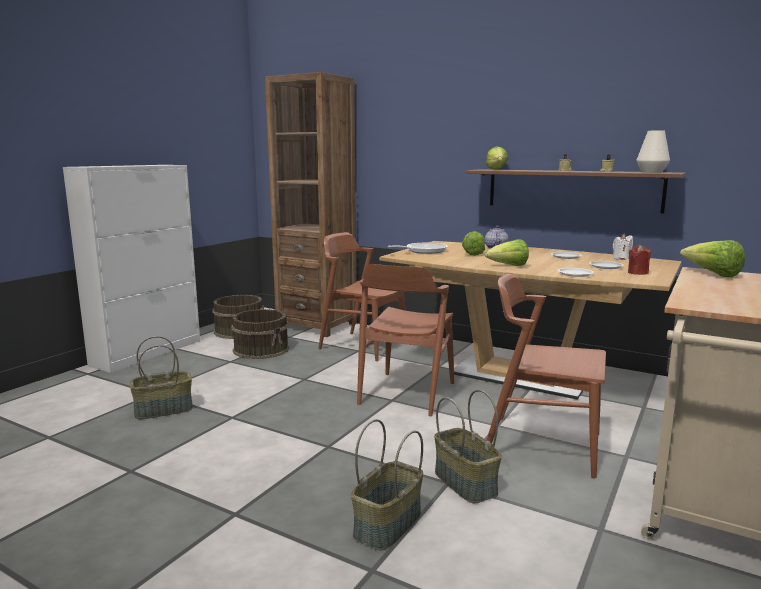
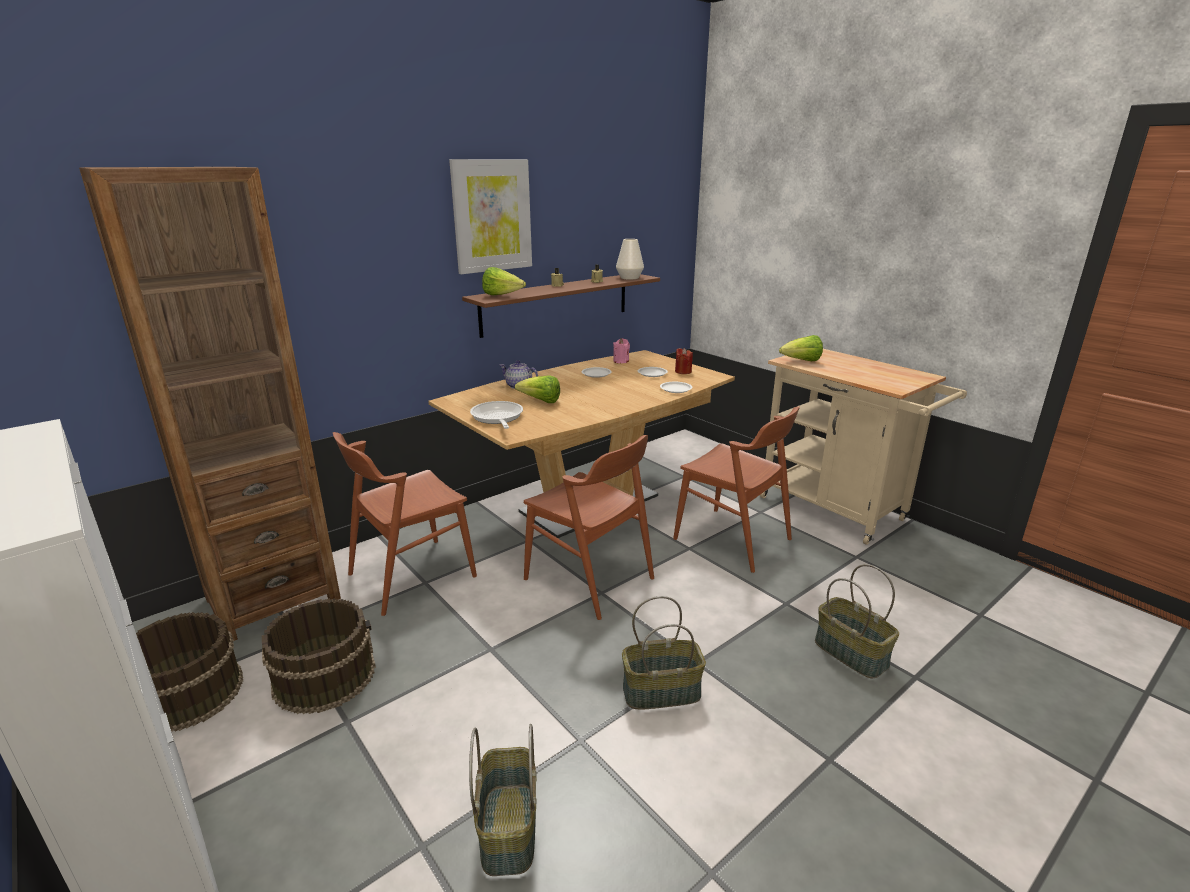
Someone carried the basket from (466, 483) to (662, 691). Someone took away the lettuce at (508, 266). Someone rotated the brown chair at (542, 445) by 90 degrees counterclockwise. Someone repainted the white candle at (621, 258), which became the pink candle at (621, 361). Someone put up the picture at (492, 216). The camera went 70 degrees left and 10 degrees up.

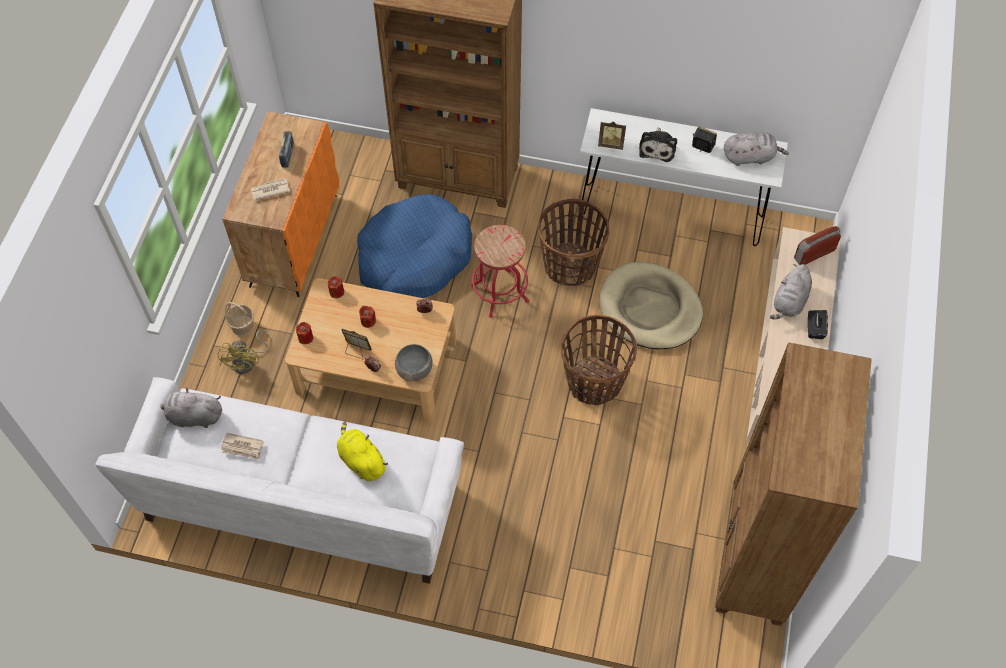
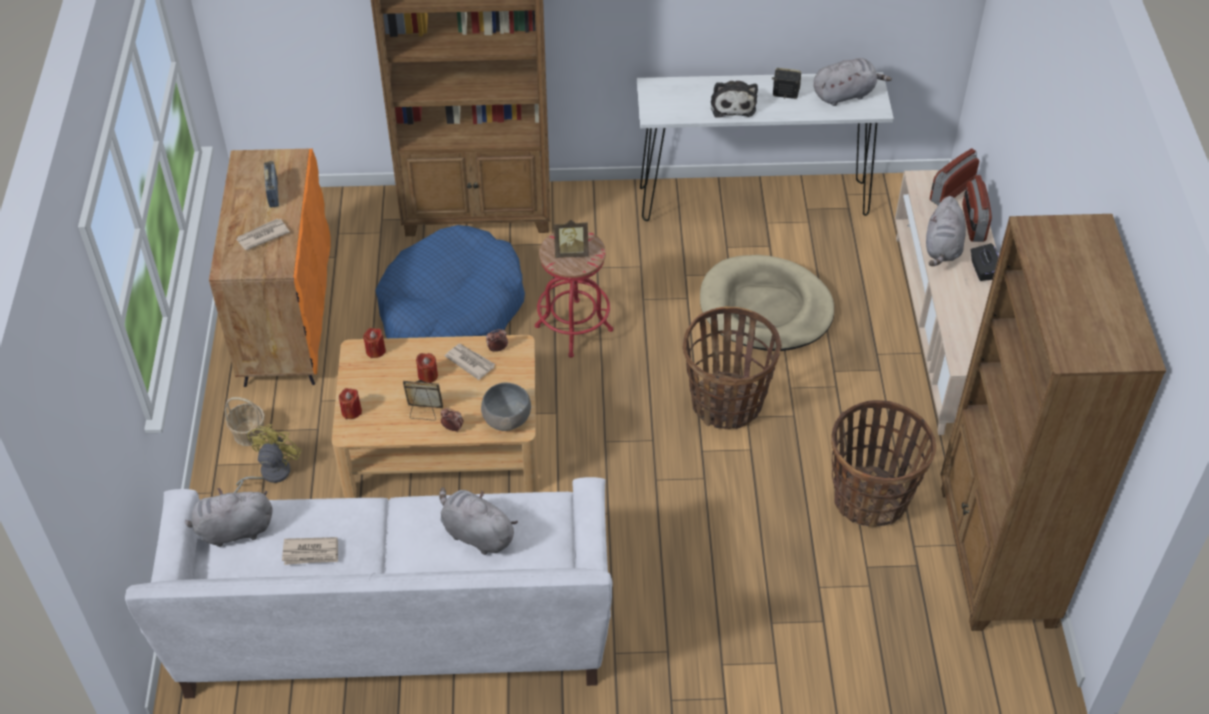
Someone rotated the yellow fan at (248, 362) by 150 degrees counterclockwise. Someone repainted the yellow plush toy at (361, 460), which became the grey plush toy at (476, 533). Someone carried the basket from (570, 266) to (870, 498). Someone carried the picture frame from (611, 144) to (571, 252). Someone put down the newspaper at (470, 362). Someone put down the radio at (973, 223). The camera went 15 degrees left and 10 degrees down.

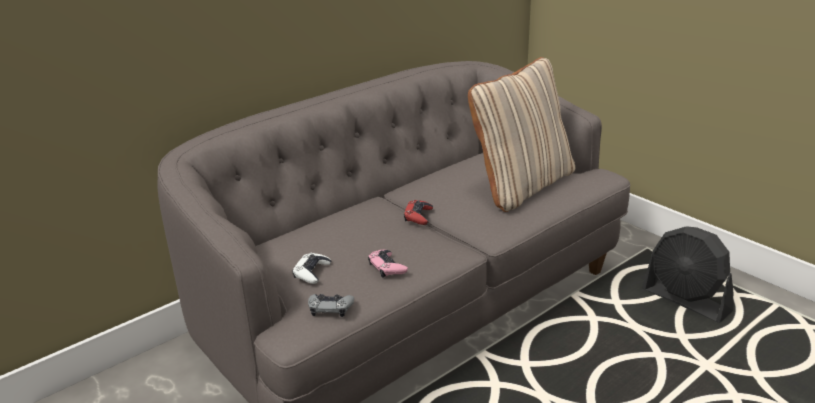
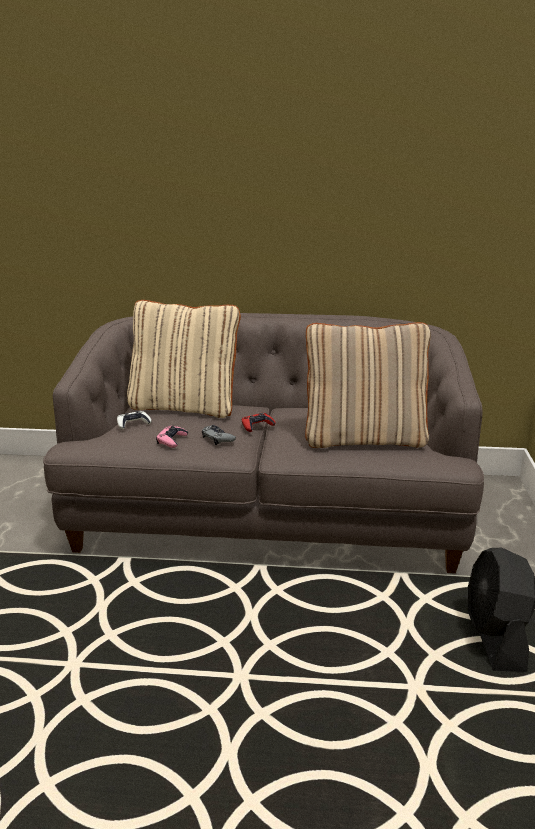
Someone carried the grey game controller from (330, 308) to (218, 438). Someone put down the beige pillow at (185, 407). The camera went 45 degrees right and 5 degrees down.

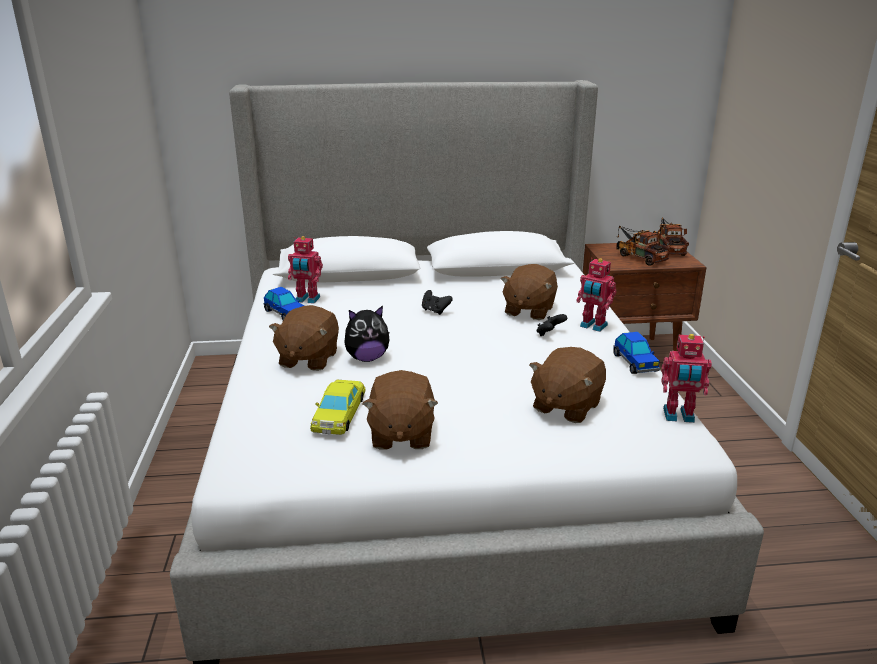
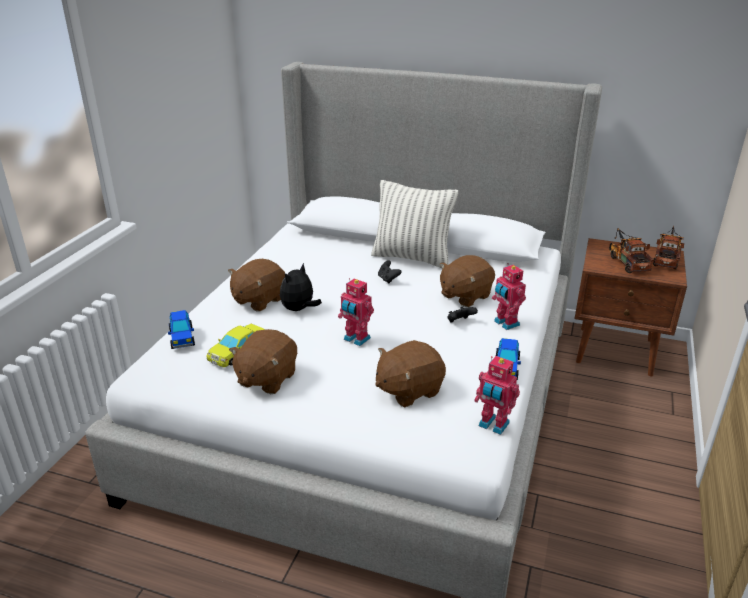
Someone carried the toy car from (285, 314) to (182, 338). Someone carried the toy robot from (307, 300) to (356, 339). Someone rotated the plush toy at (367, 358) by 120 degrees clockwise. Someone put down the pillow at (412, 258). The camera went 25 degrees right and 5 degrees up.

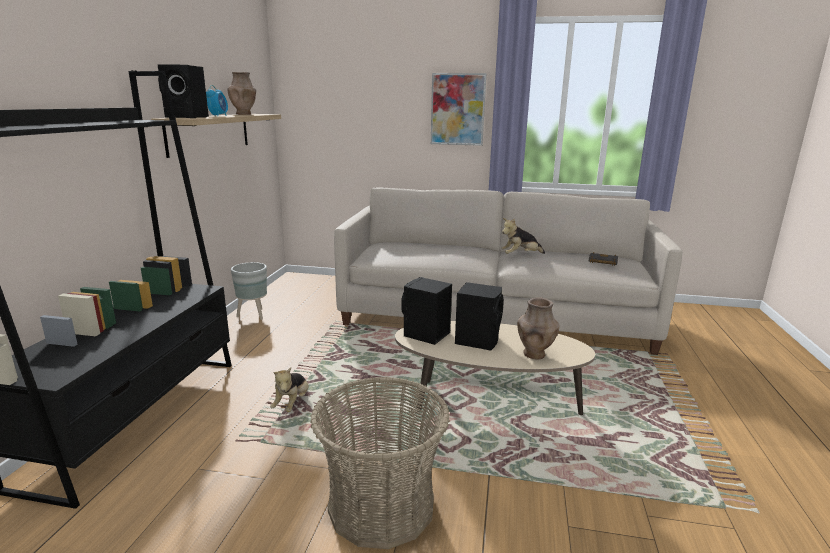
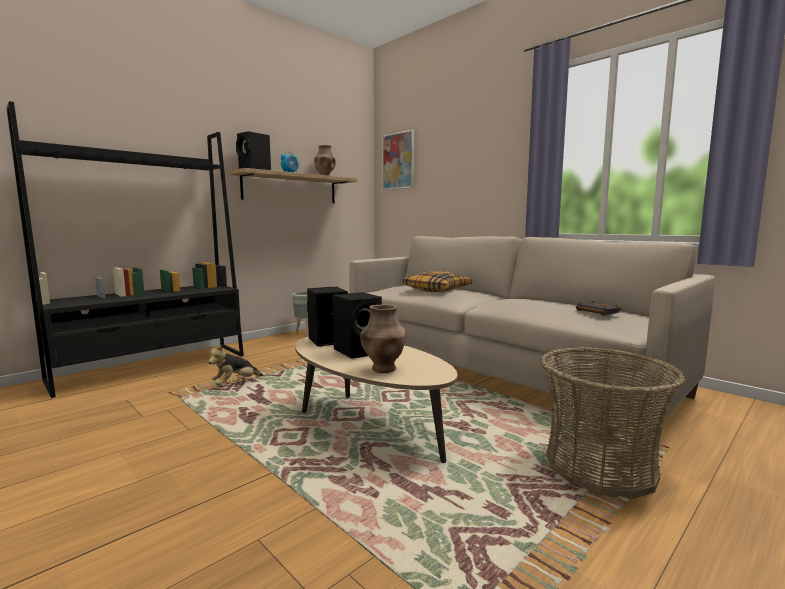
Someone carried the basket from (382, 505) to (600, 467). Someone carried the picture from (457, 109) to (398, 161). Someone took away the plush toy at (520, 256). Someone put down the pillow at (437, 289). The camera went 35 degrees right and 10 degrees down.

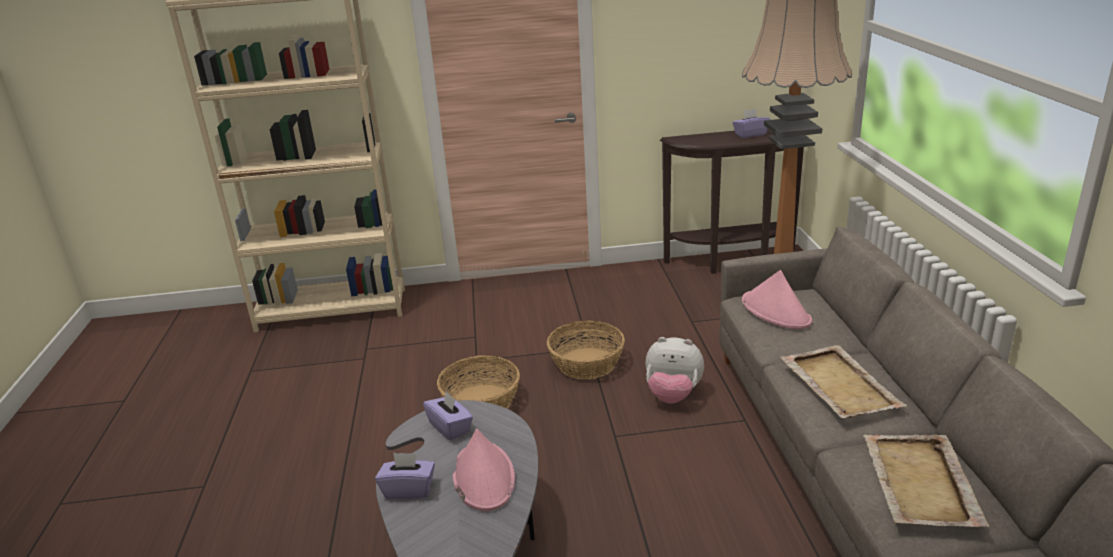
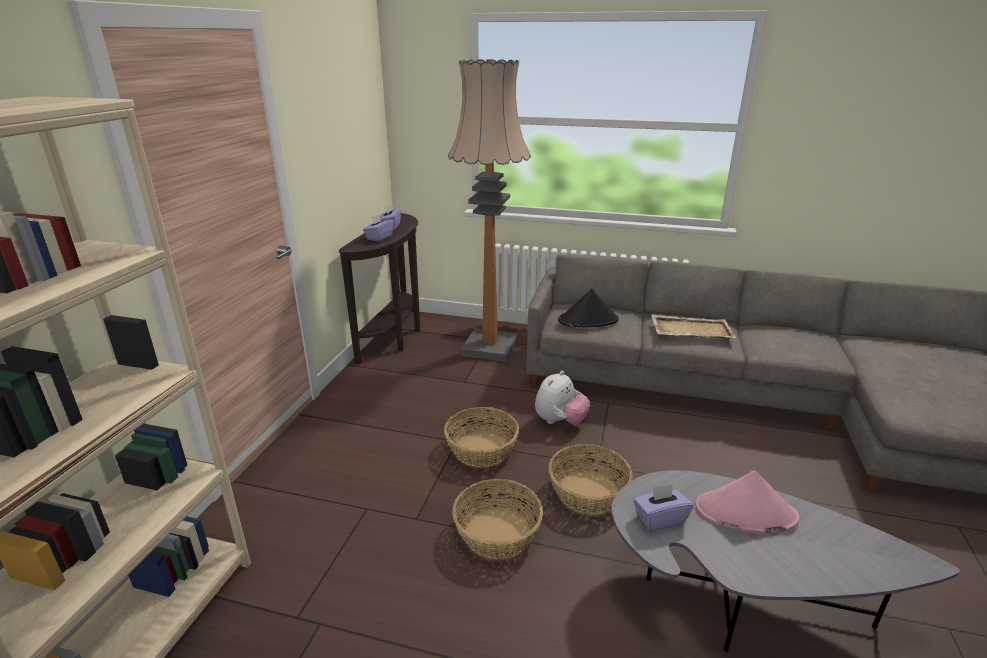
Someone carried the purple tissue box from (409, 489) to (379, 237). Someone repainted the pink hat at (776, 311), which became the black hat at (588, 320). Someone took away the beige tray at (920, 483). Someone put down the basket at (587, 492). The camera went 70 degrees left and 0 degrees up.

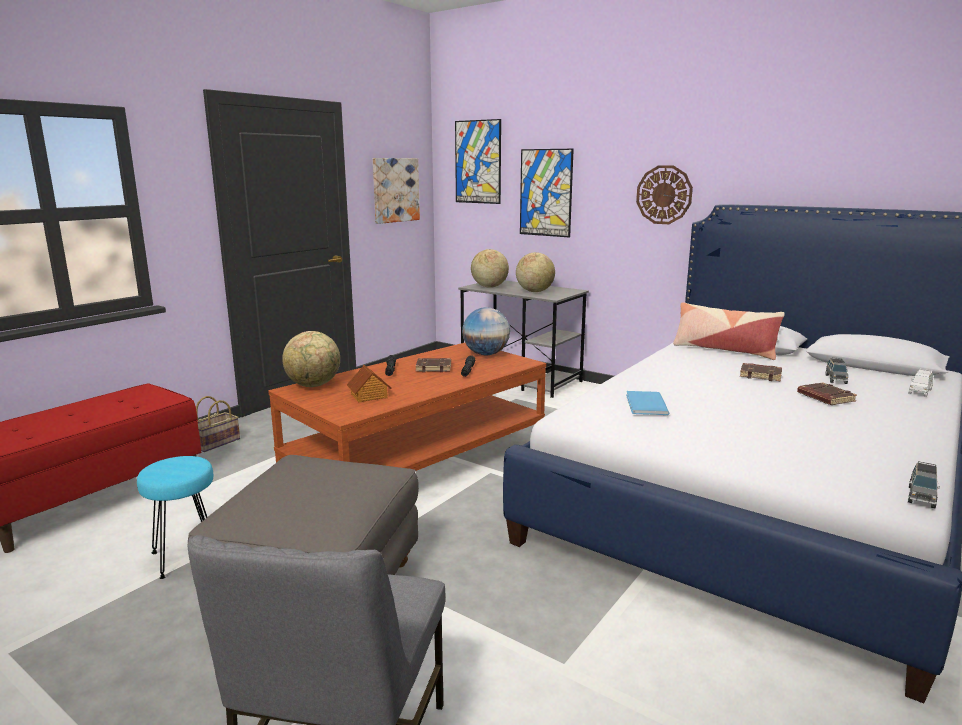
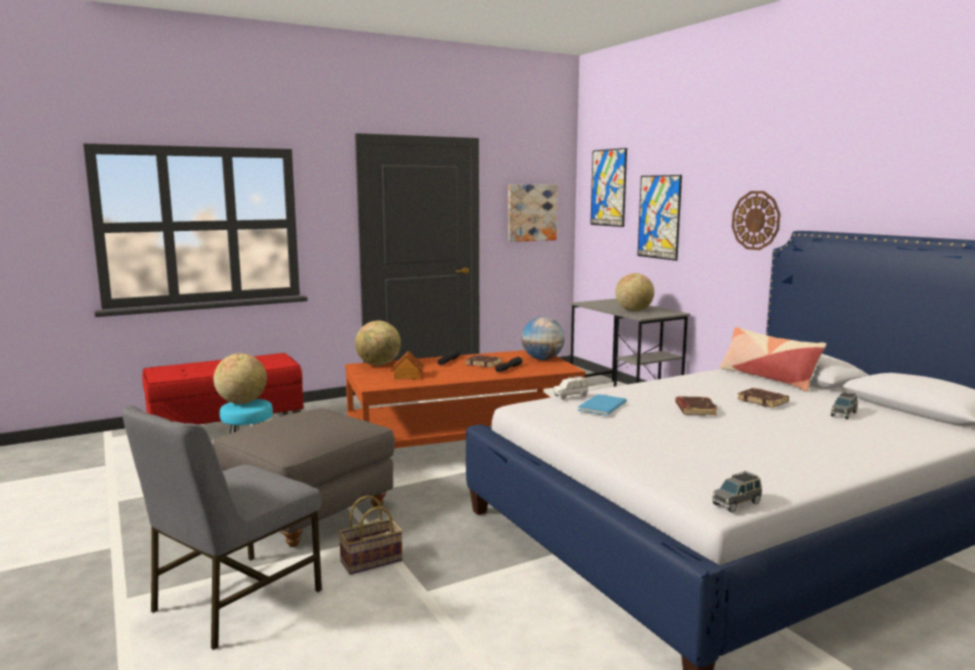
Someone carried the basket from (215, 443) to (370, 562). Someone carried the globe from (489, 287) to (242, 402). Someone carried the brown book from (824, 398) to (694, 409). Someone carried the white toy car from (919, 391) to (571, 396). The camera went 25 degrees right and 5 degrees down.

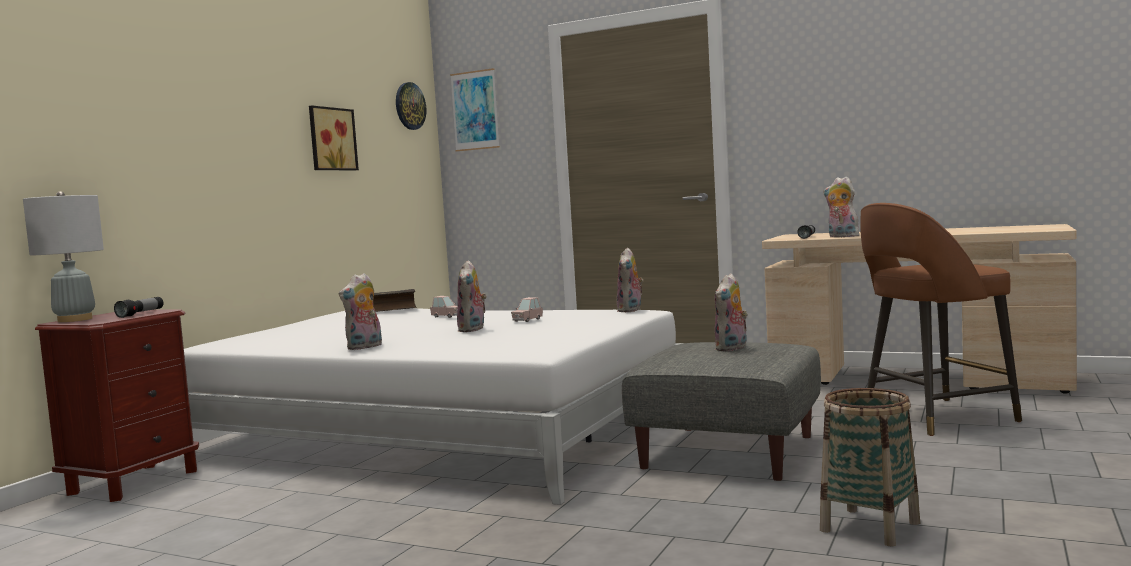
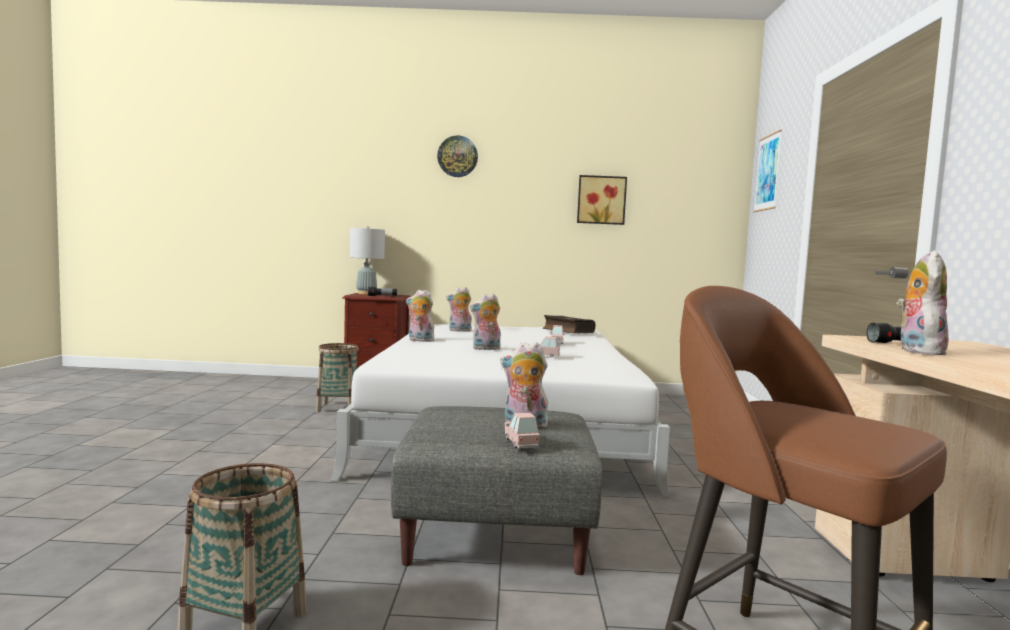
Someone carried the wall clock from (409, 106) to (457, 156). Someone carried the plush toy from (631, 310) to (459, 331). Someone put down the basket at (337, 408). Someone put down the pink toy car at (520, 443). The camera went 65 degrees right and 0 degrees up.

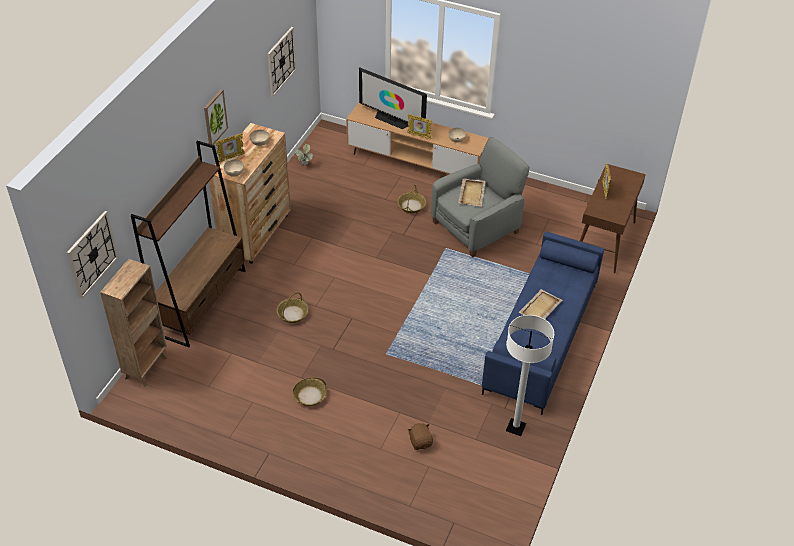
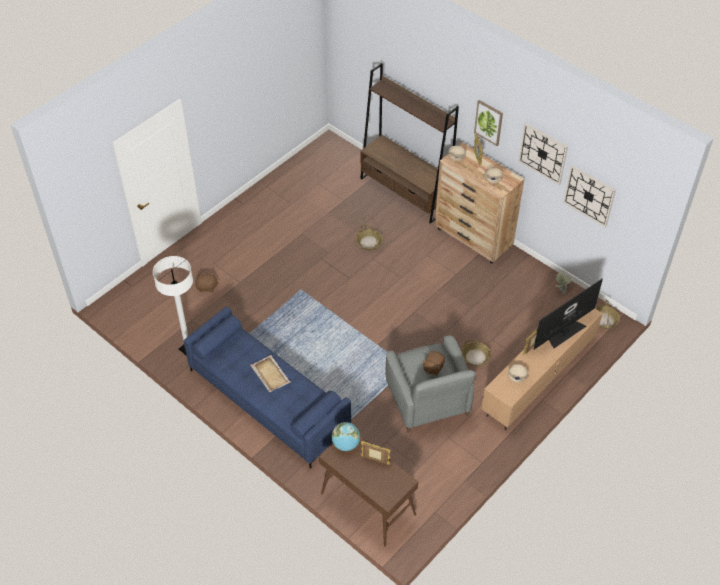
Someone carried the wall clock from (92, 254) to (543, 153). Someone took away the brown bookcase at (146, 367). Someone carried the basket from (310, 395) to (604, 320). Someone swapped the beige tray at (472, 193) for the brown plush toy at (433, 367). Someone put down the globe at (346, 444). The camera went 110 degrees right and 5 degrees up.

